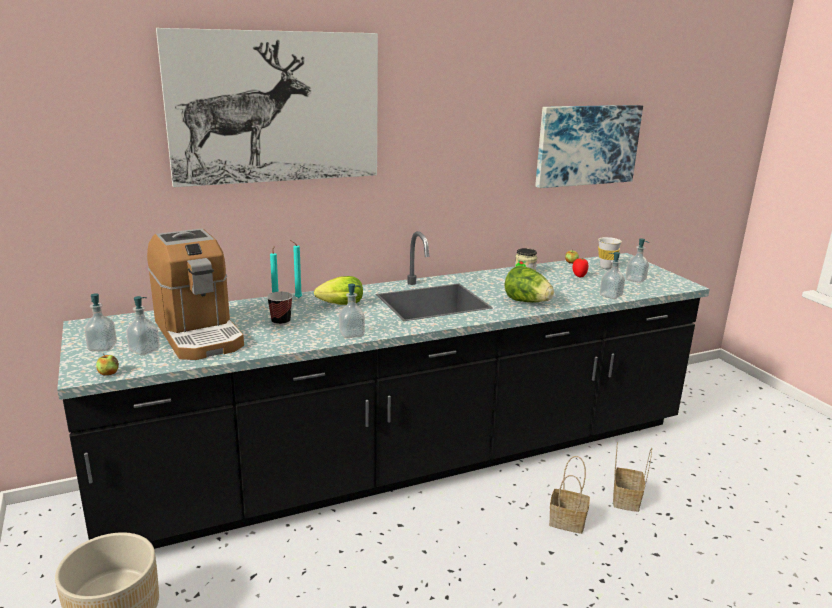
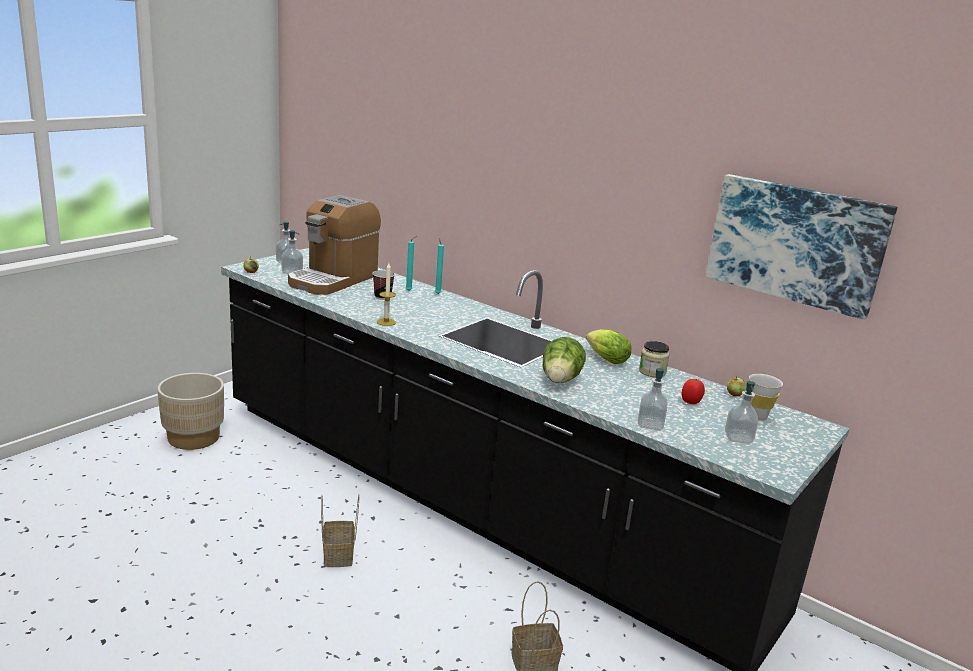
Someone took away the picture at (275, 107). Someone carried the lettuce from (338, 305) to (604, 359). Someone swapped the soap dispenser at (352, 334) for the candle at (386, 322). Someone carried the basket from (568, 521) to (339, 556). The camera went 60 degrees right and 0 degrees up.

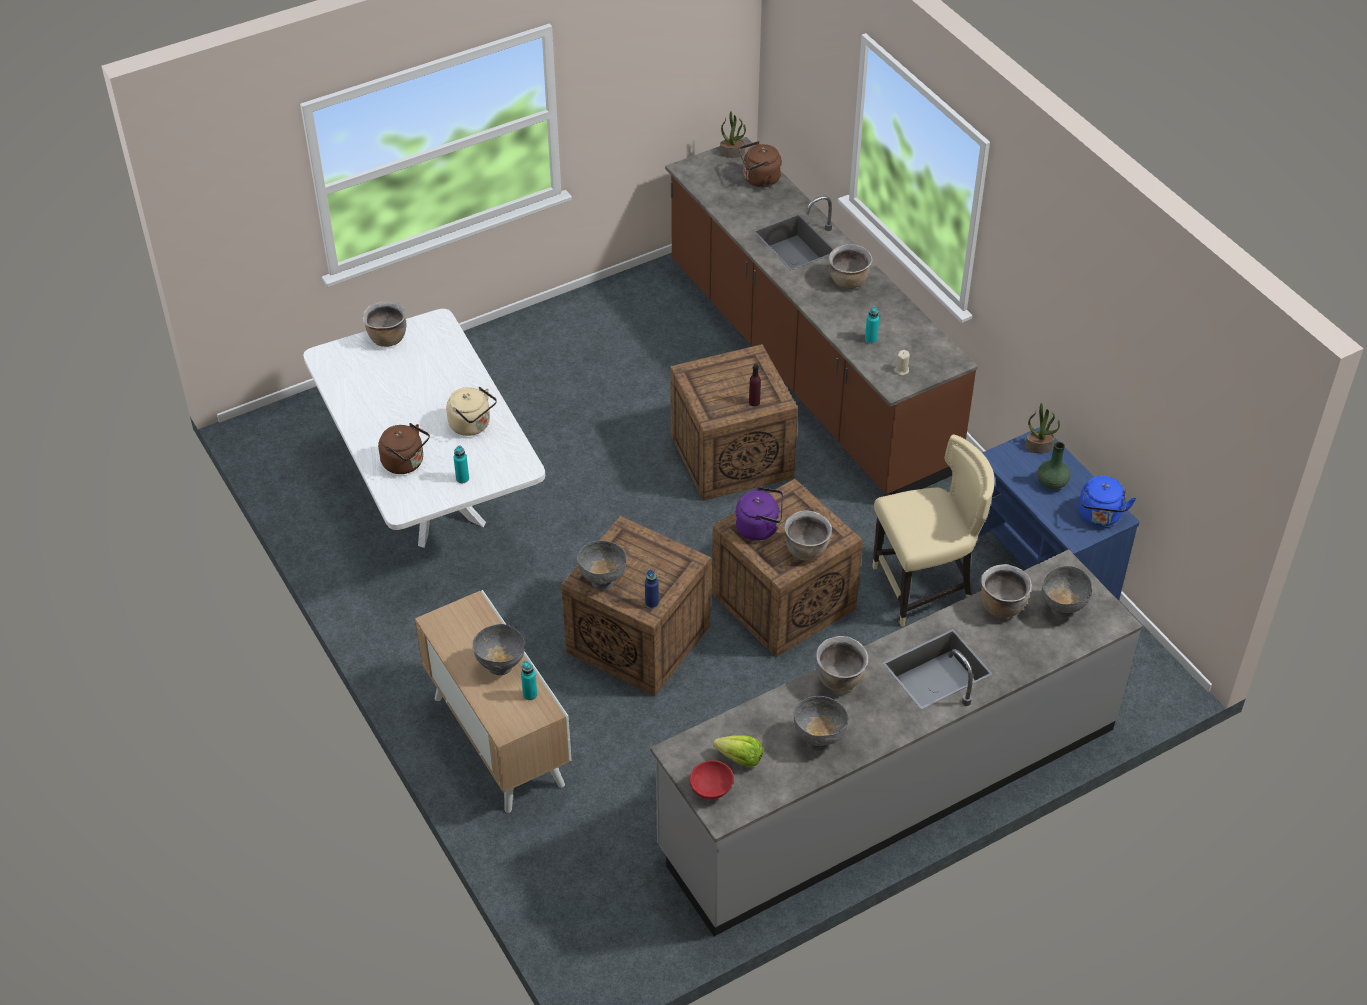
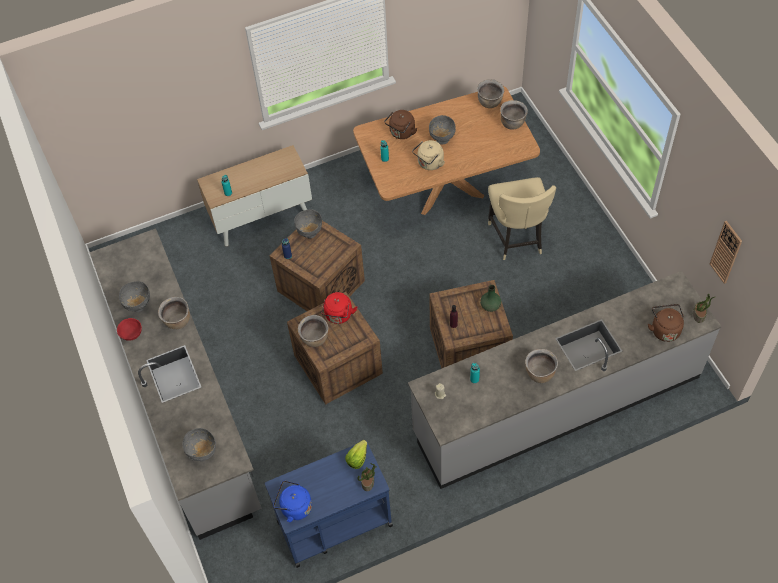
Someone repainted the white dining table at (433, 500), which became the brown dining table at (445, 190). Someone carried the grey bowl from (500, 666) to (442, 139). Someone repainted the brown counter at (806, 366), which became the grey counter at (556, 404). Someone carried the red bowl from (712, 790) to (131, 334). Someone carried the lettuce from (740, 759) to (357, 458). Someone repainted the purple kettle at (760, 528), which became the red kettle at (338, 316). Someone carried the beige chair from (925, 588) to (517, 239). Someone carried the brown cooking pot from (1001, 606) to (490, 102). Someone carried the green vase from (1052, 482) to (490, 306). Someone put up the wall clock at (726, 252). The camera went 100 degrees right and 10 degrees up.

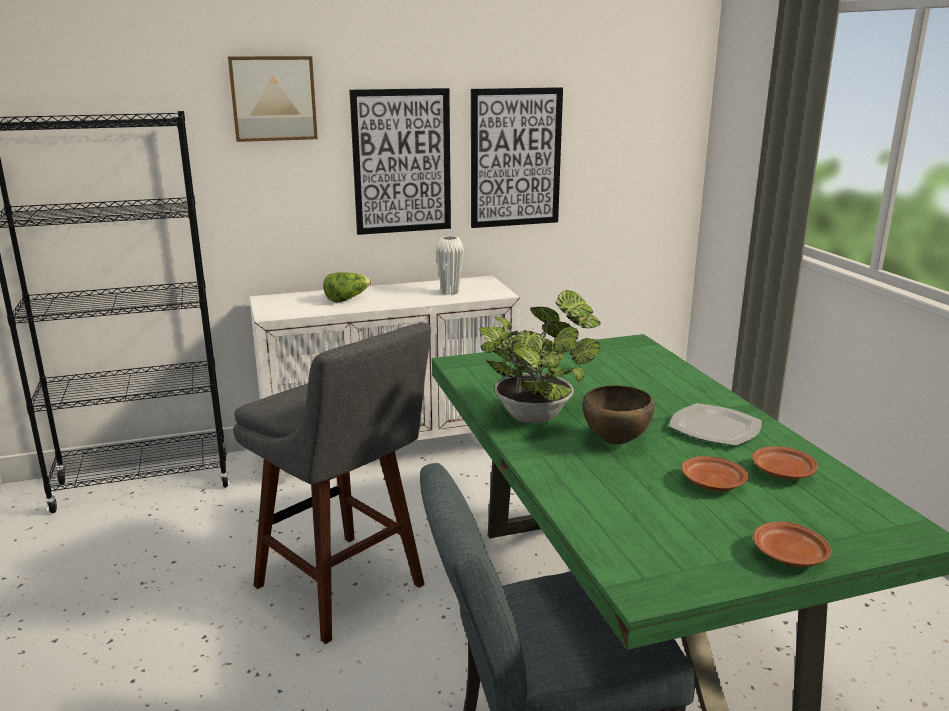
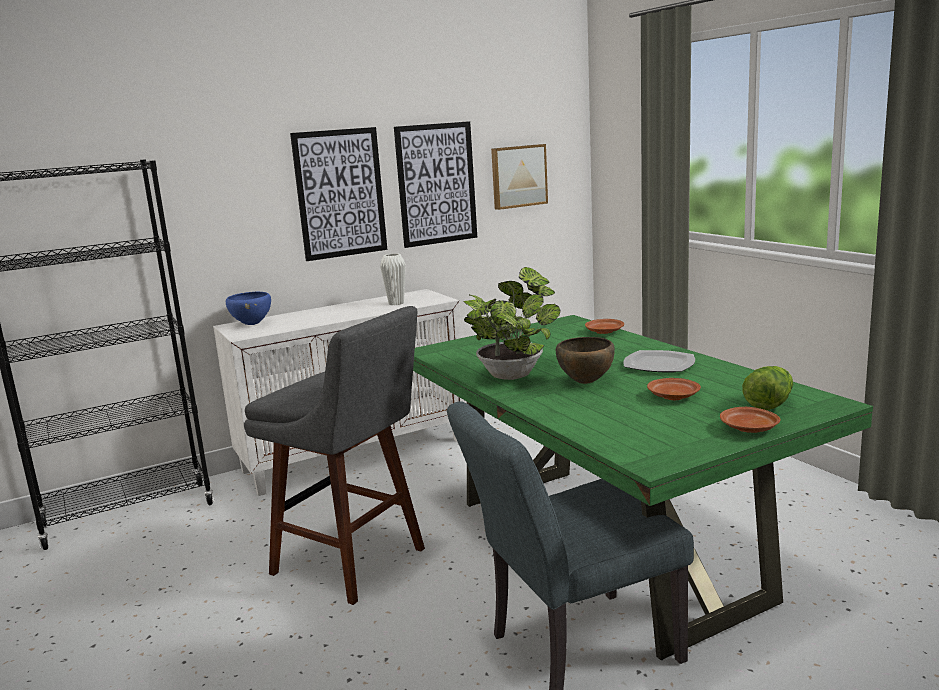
Someone carried the picture from (273, 98) to (518, 176). Someone carried the lettuce from (347, 299) to (768, 402). Someone carried the brown plate from (782, 472) to (604, 332). Someone put down the blue bowl at (252, 324). The camera went 10 degrees left and 5 degrees down.

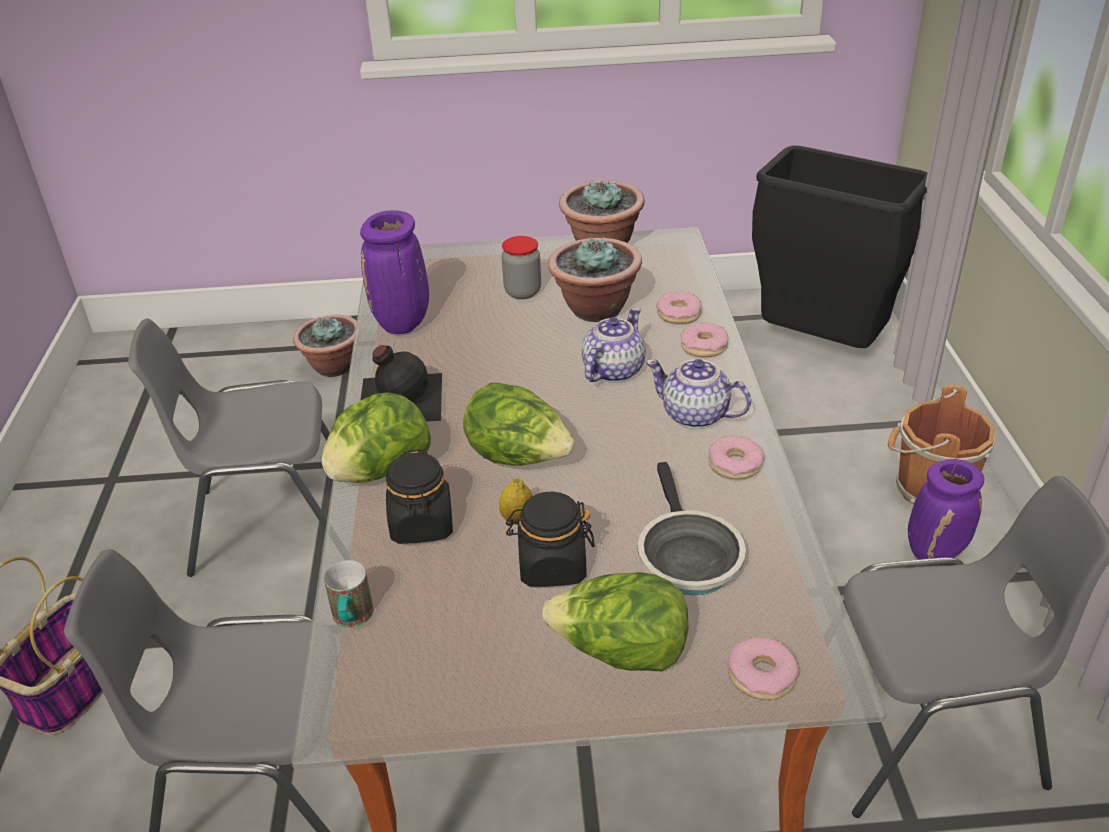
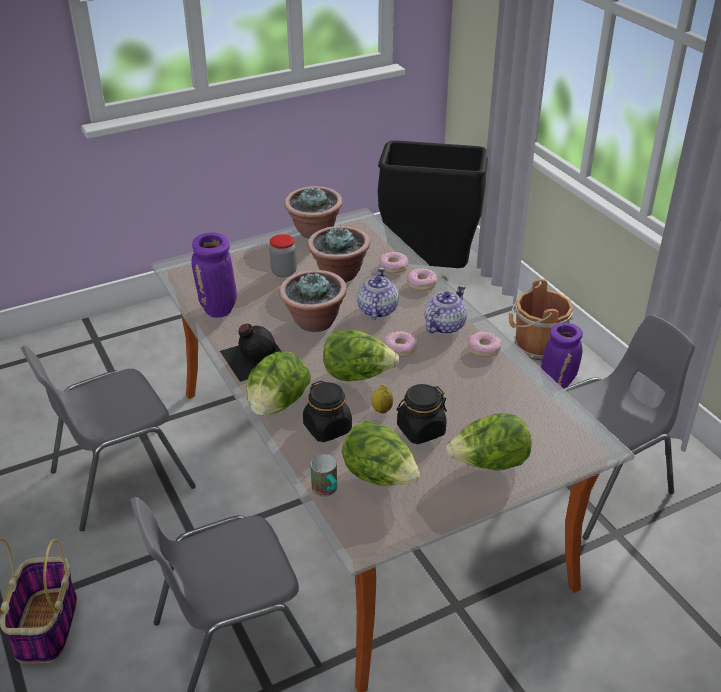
Someone carried the potted plant from (333, 367) to (314, 322). Someone took away the frying pan at (686, 556). Someone rotated the teapot at (695, 415) by 120 degrees clockwise. Someone carried the donut from (761, 675) to (400, 348). Someone put down the lettuce at (380, 477). The camera went 25 degrees left and 0 degrees up.

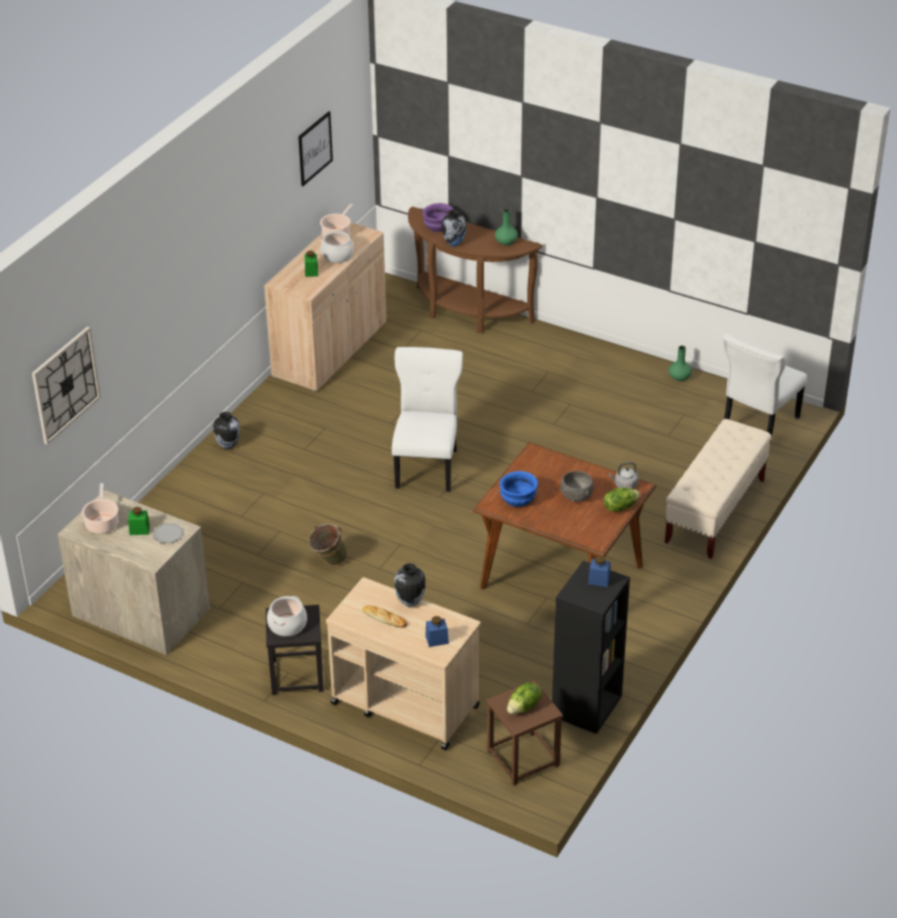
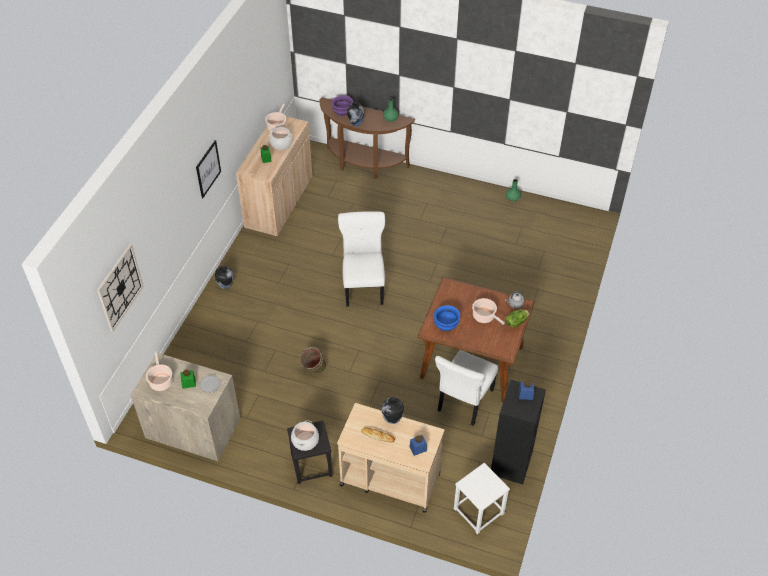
Someone carried the picture from (315, 148) to (208, 169). Someone repainted the brown stool at (523, 758), which became the white stool at (479, 511). Someone took away the lettuce at (524, 707). Someone swapped the grey bowl at (576, 496) for the cooking pot at (484, 317). Someone took away the beige bench at (715, 511). Someone carried the white chair from (758, 426) to (464, 402). The camera went 10 degrees left and 10 degrees up.

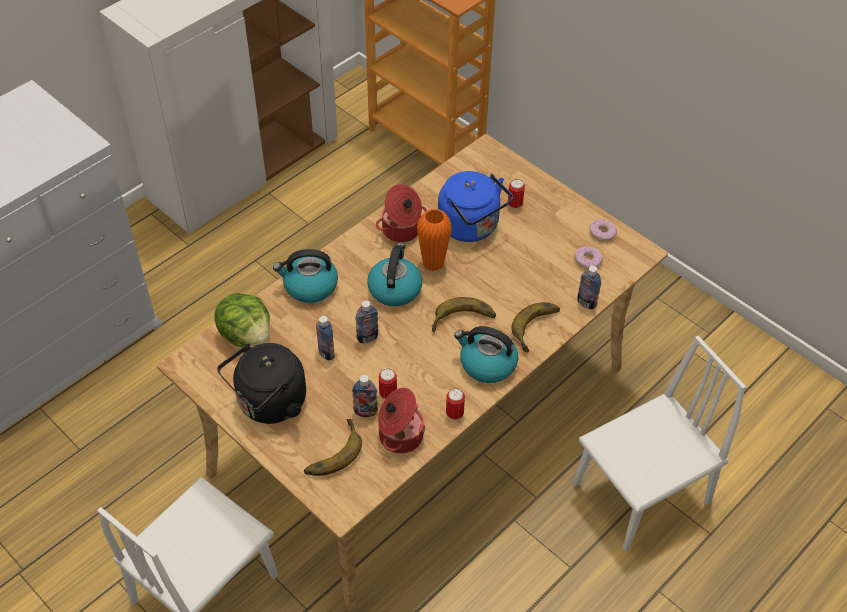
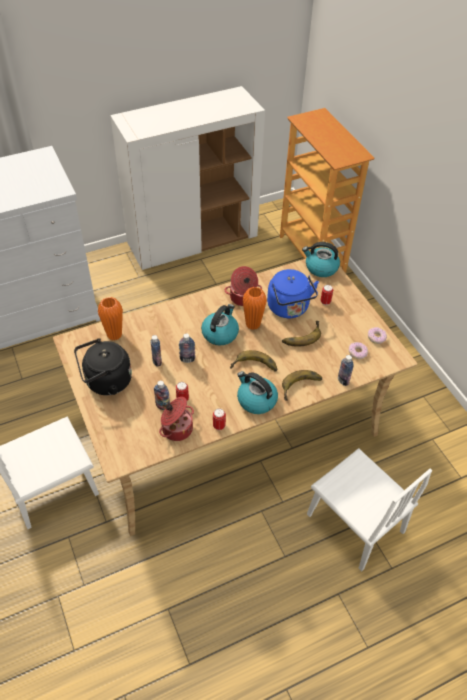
Someone swapped the lettuce at (246, 335) for the orange vase at (114, 335). Someone carried the kettle from (309, 286) to (320, 268). Someone carried the banana from (330, 451) to (300, 335). Someone rotated the white chair at (641, 493) by 60 degrees clockwise. The camera went 20 degrees right and 0 degrees up.

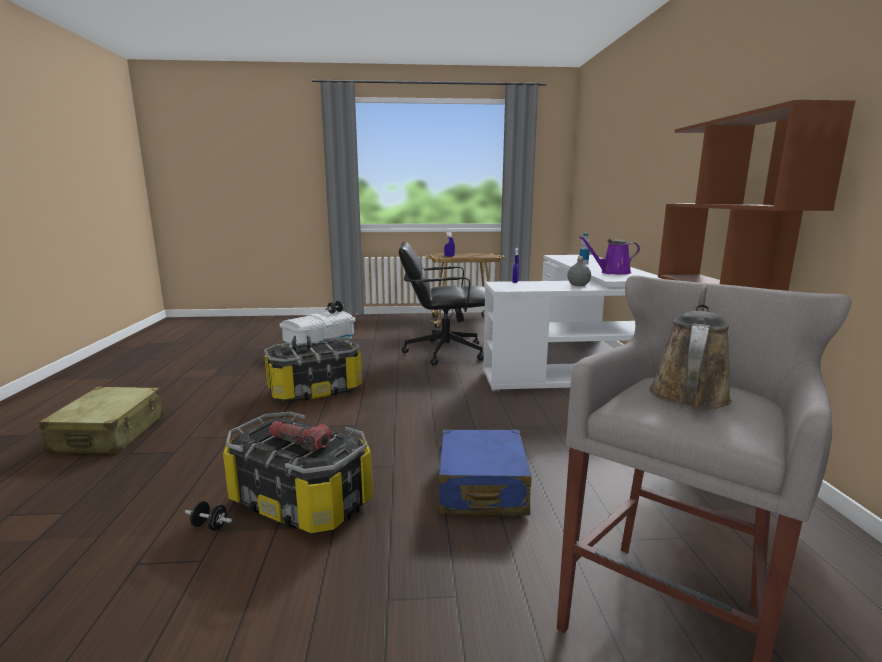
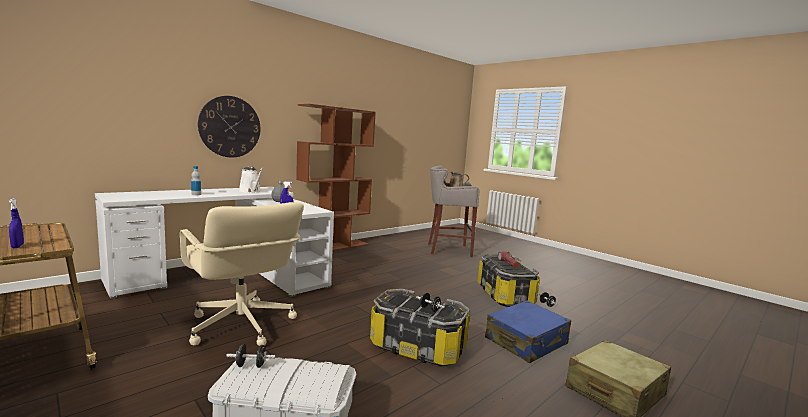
Someone repainted the black office chair at (444, 352), which became the beige office chair at (241, 326). Someone carried the blue suitcase from (482, 488) to (526, 341). Someone repainted the purple watering can at (612, 273), which became the white watering can at (251, 191). Someone put up the wall clock at (230, 127). The camera went 130 degrees left and 5 degrees down.

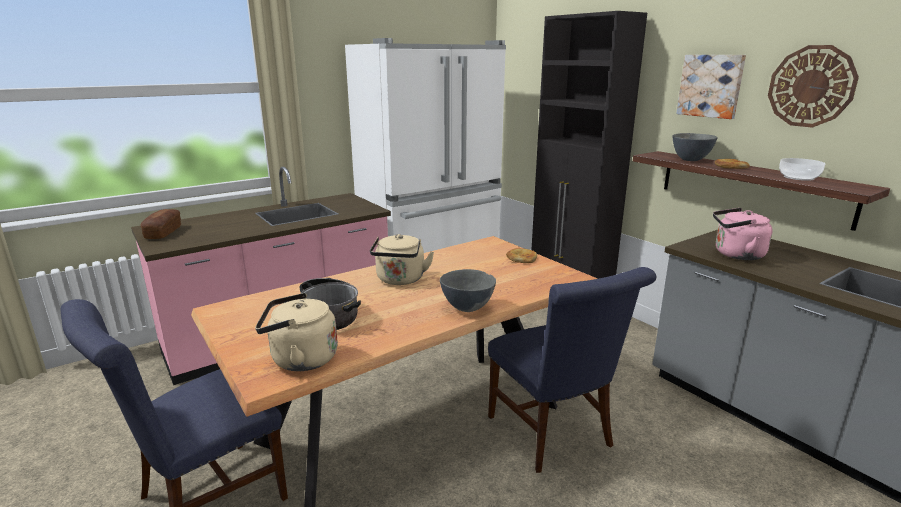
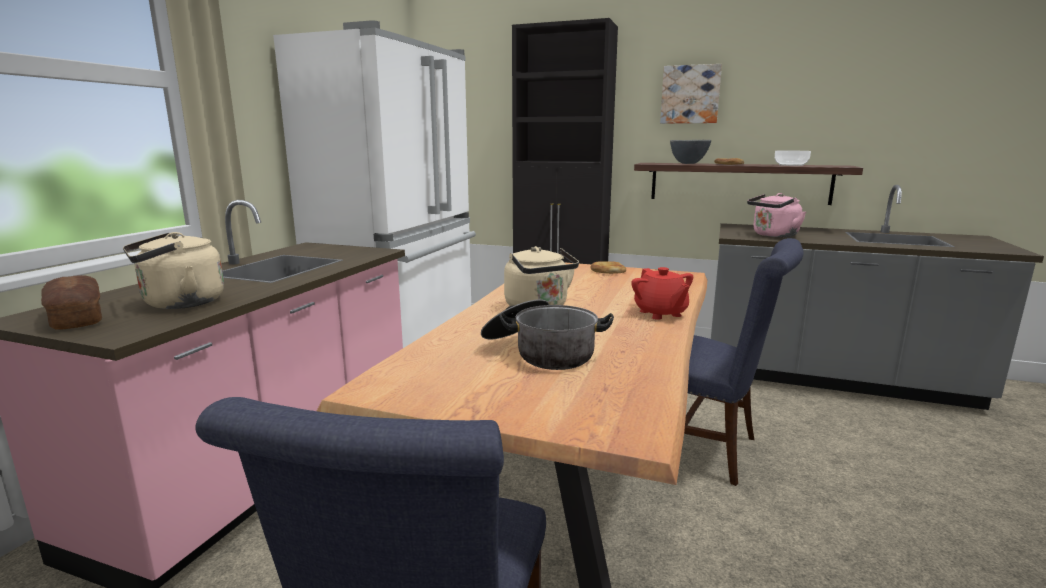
Someone carried the beige kettle from (300, 359) to (179, 303). Someone swapped the grey bowl at (467, 308) for the red teapot at (660, 313). Someone took away the wall clock at (811, 86). The camera went 35 degrees left and 5 degrees down.

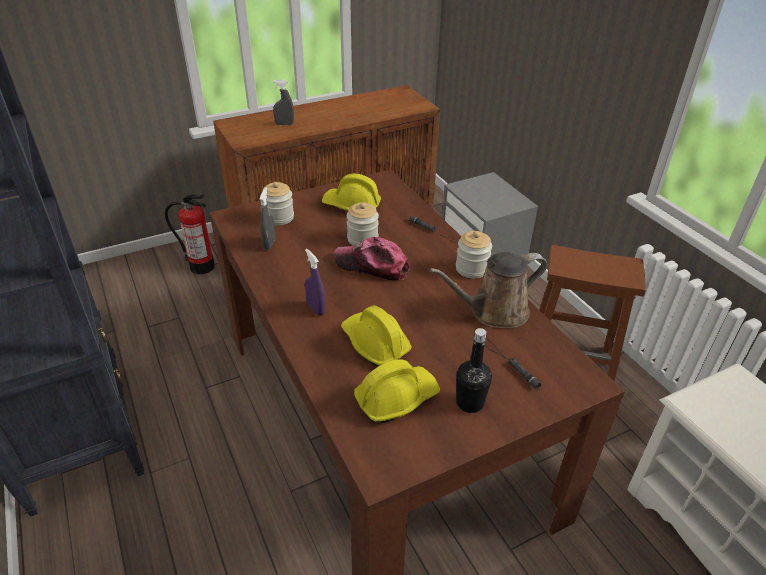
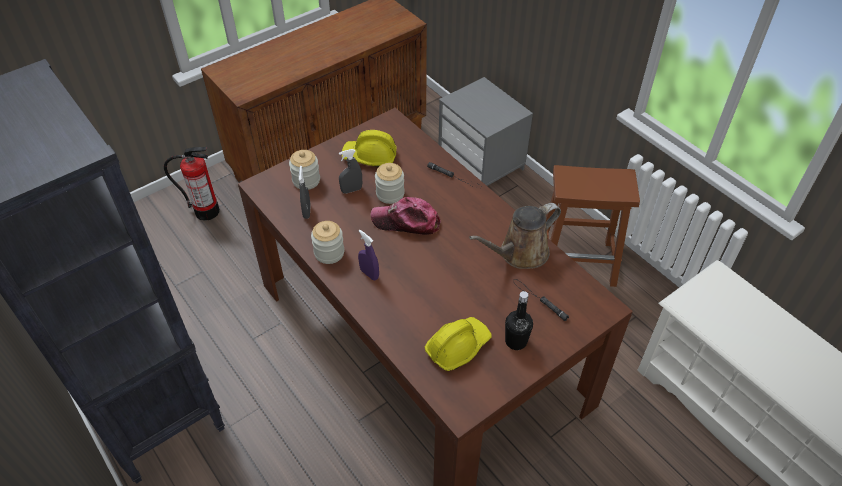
Someone carried the grey spray bottle from (284, 124) to (351, 190). Someone took away the yellow hard hat at (374, 343). Someone carried the jar from (471, 269) to (329, 253). The camera went 10 degrees left and 10 degrees up.

